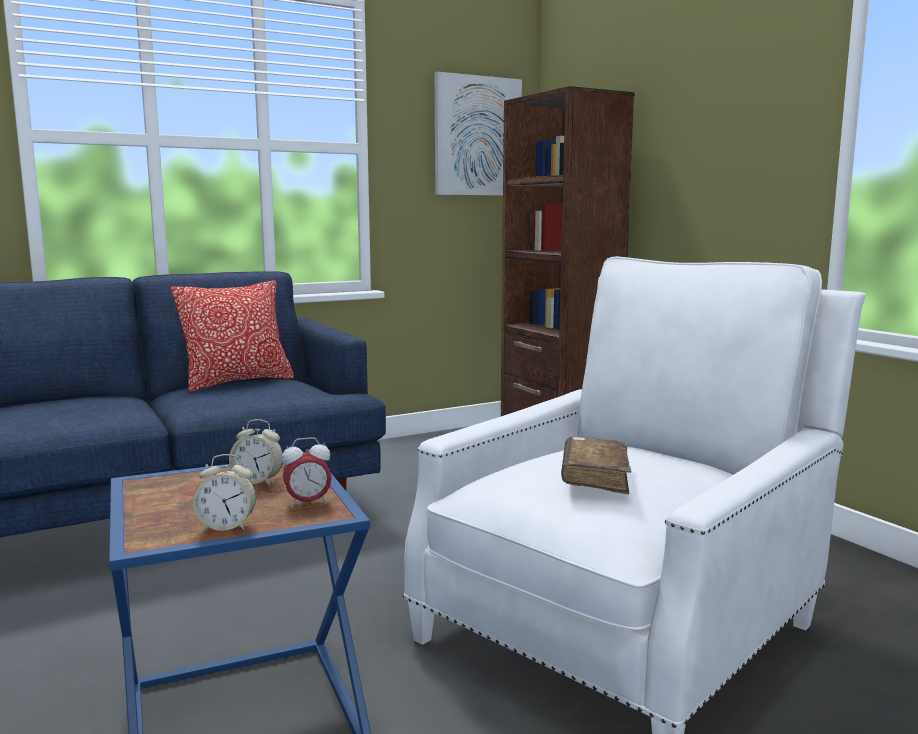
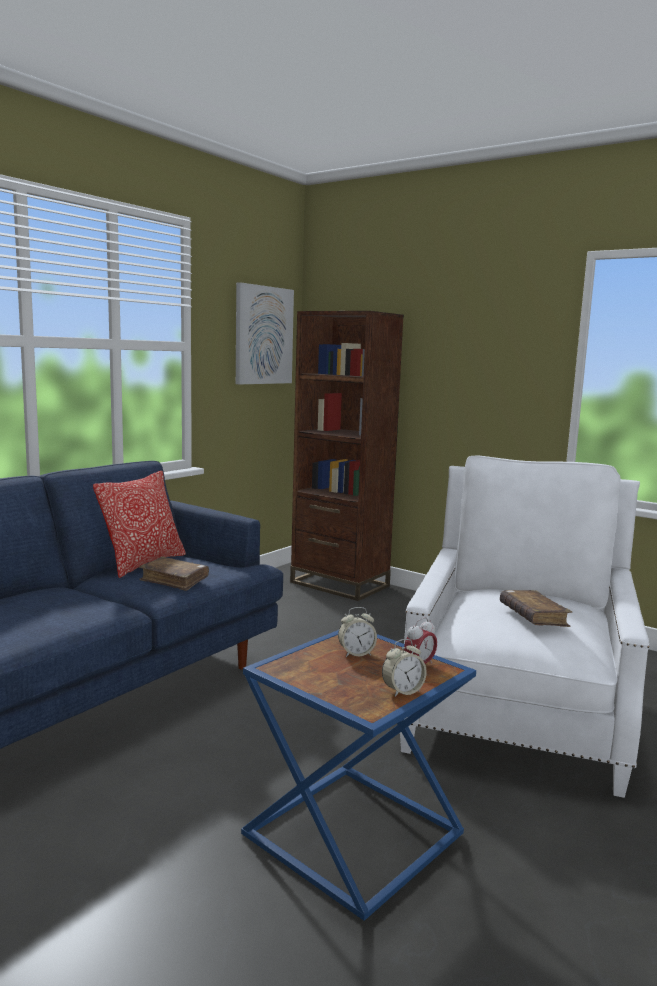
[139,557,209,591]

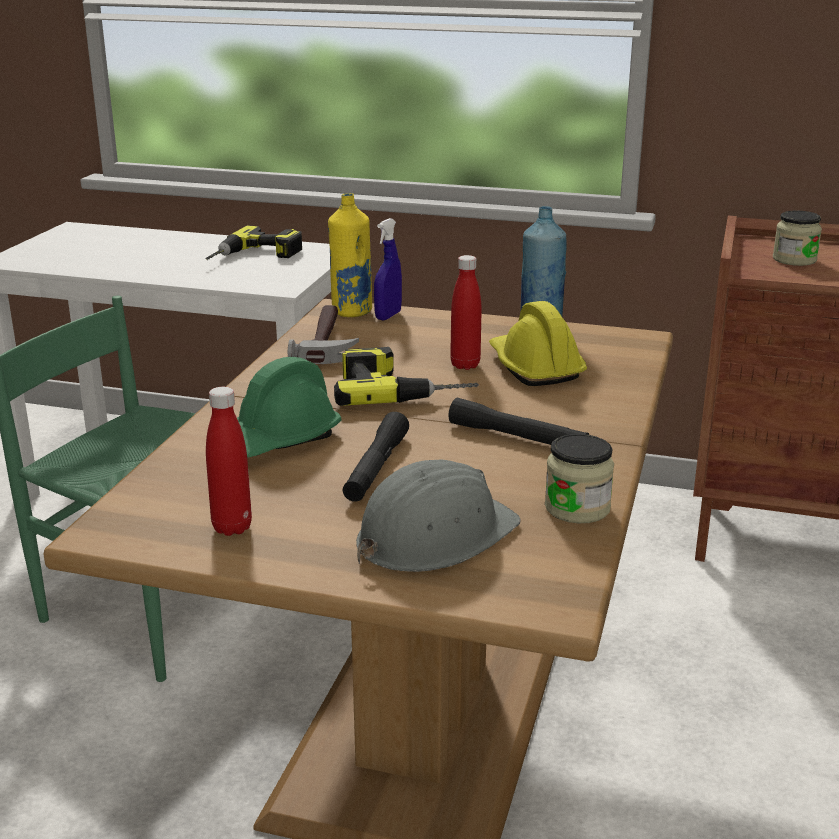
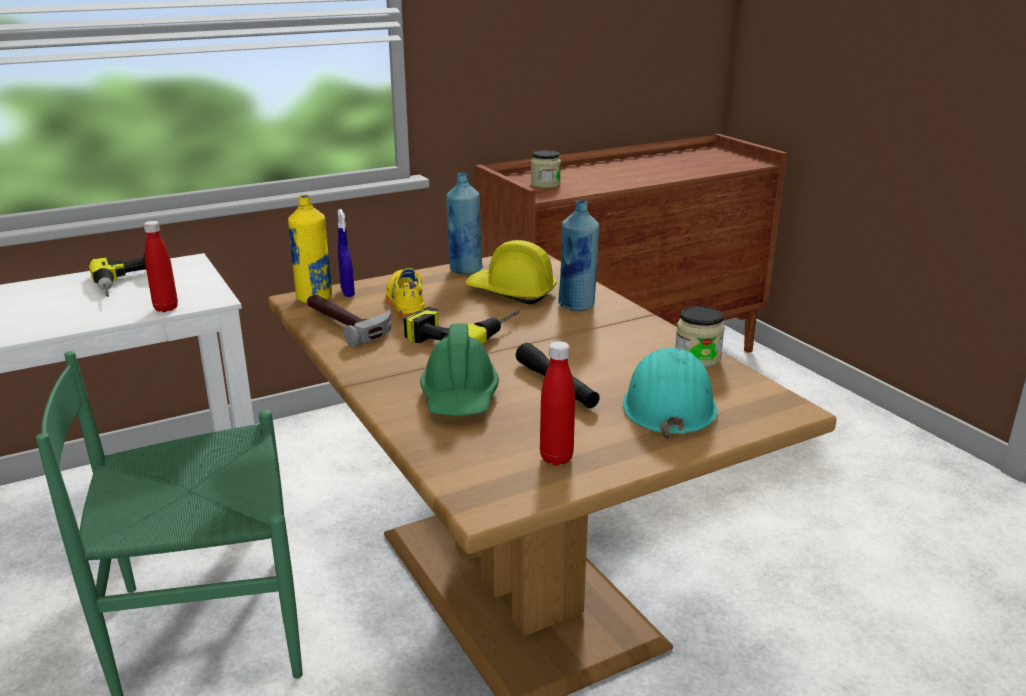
[623,347,717,439]
[448,398,589,445] (first image)
[144,221,178,312]
[385,268,425,319]
[558,200,599,311]

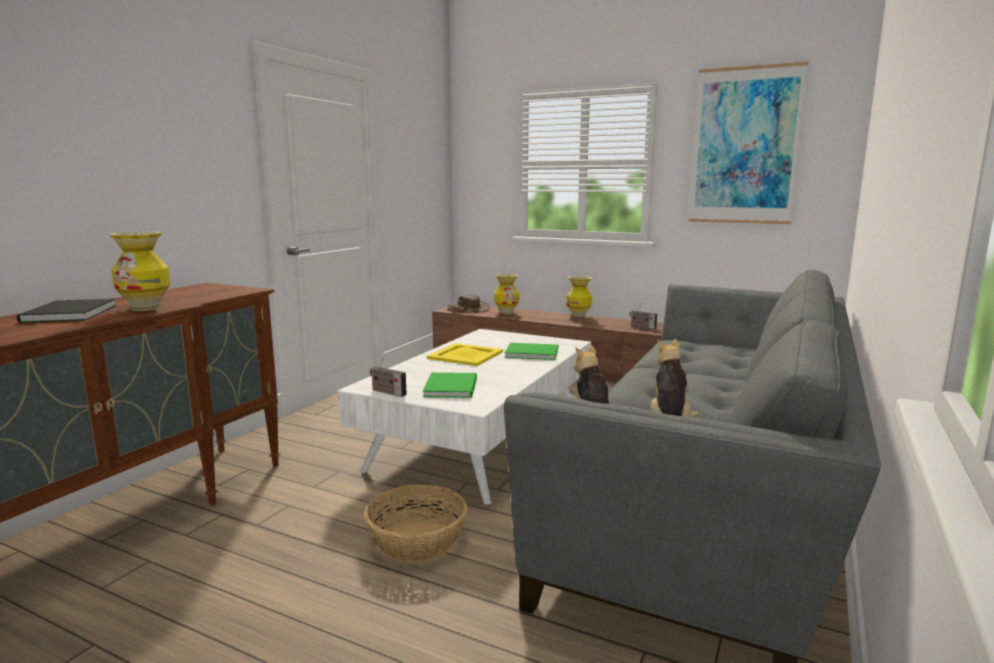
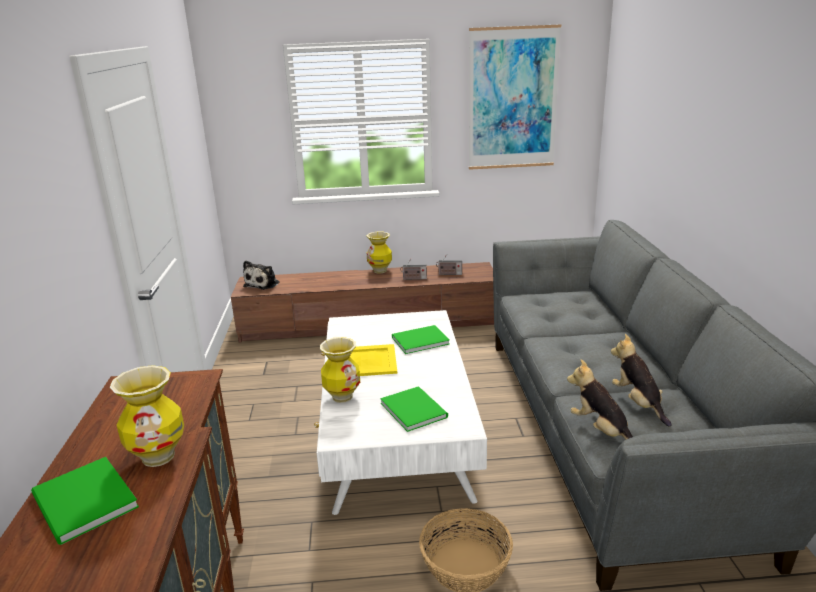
[31,457,139,545]
[400,259,427,280]
[243,261,280,290]
[320,337,360,403]

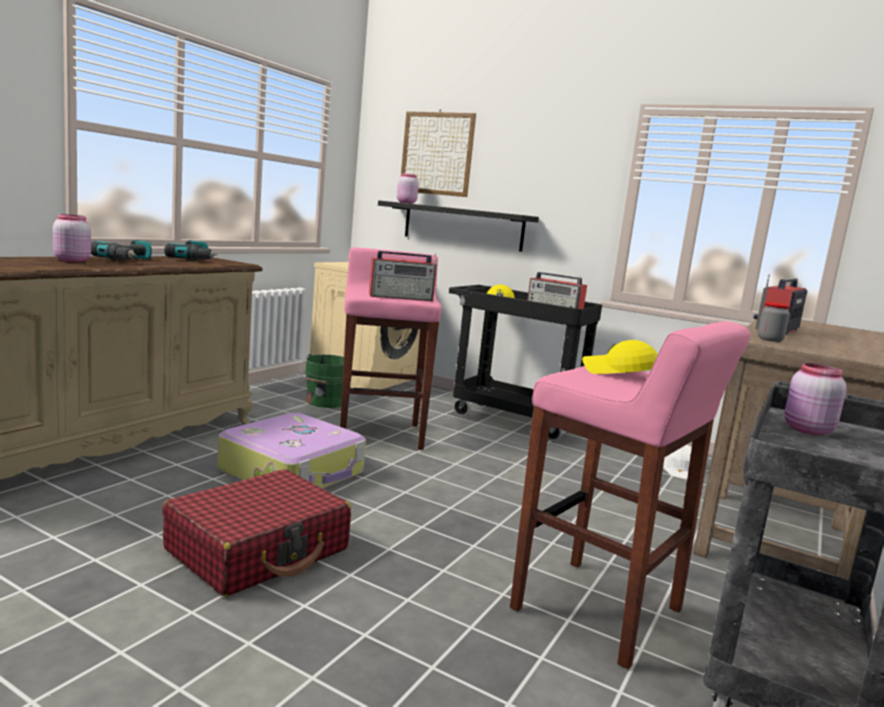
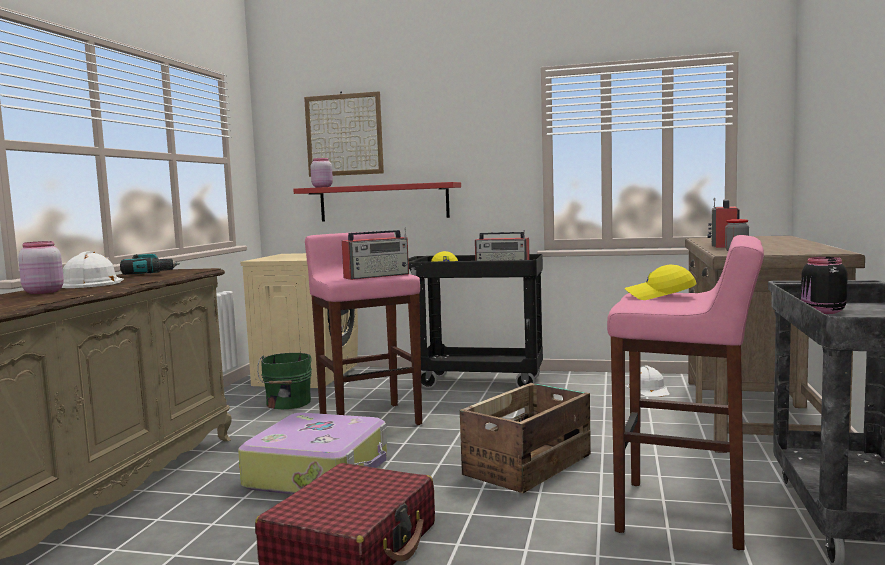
[61,251,124,288]
[293,182,461,222]
[801,257,848,314]
[460,383,591,493]

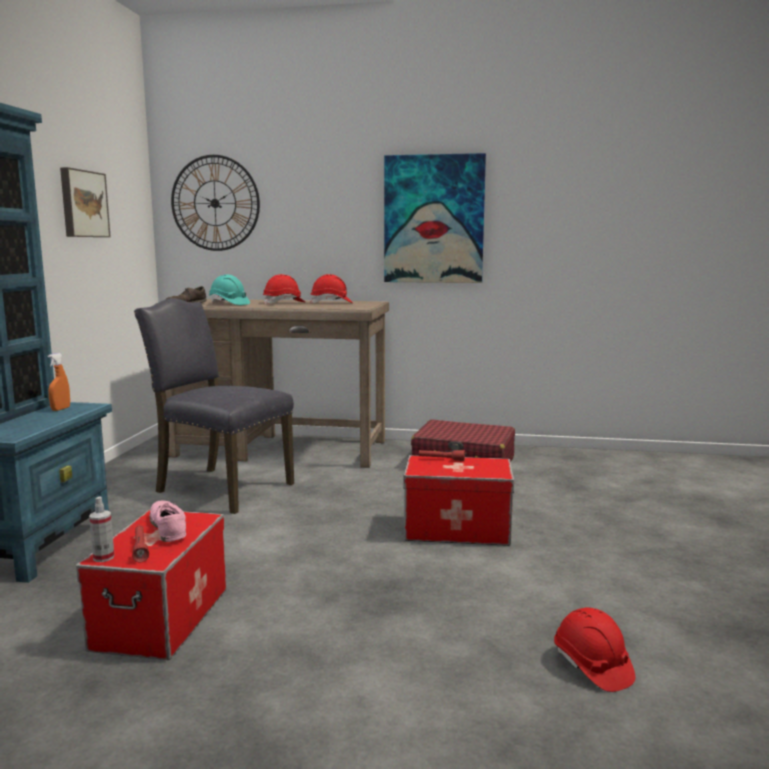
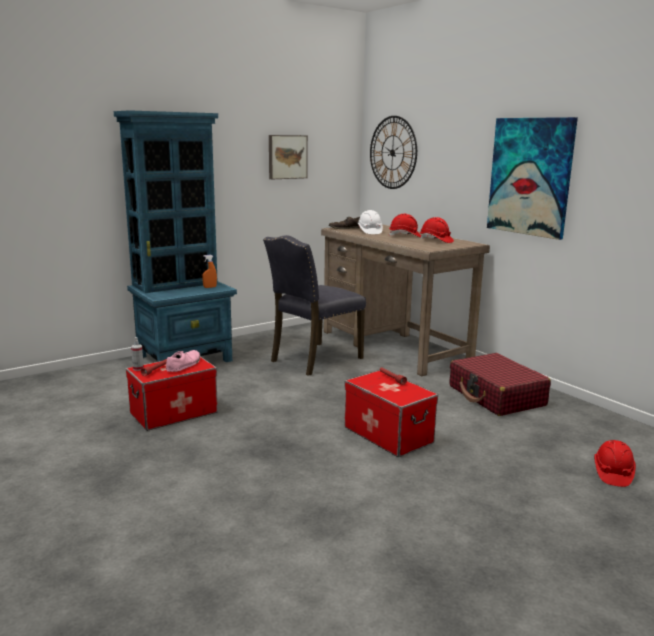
[263,235,366,376]
[357,210,383,234]
[594,440,636,487]

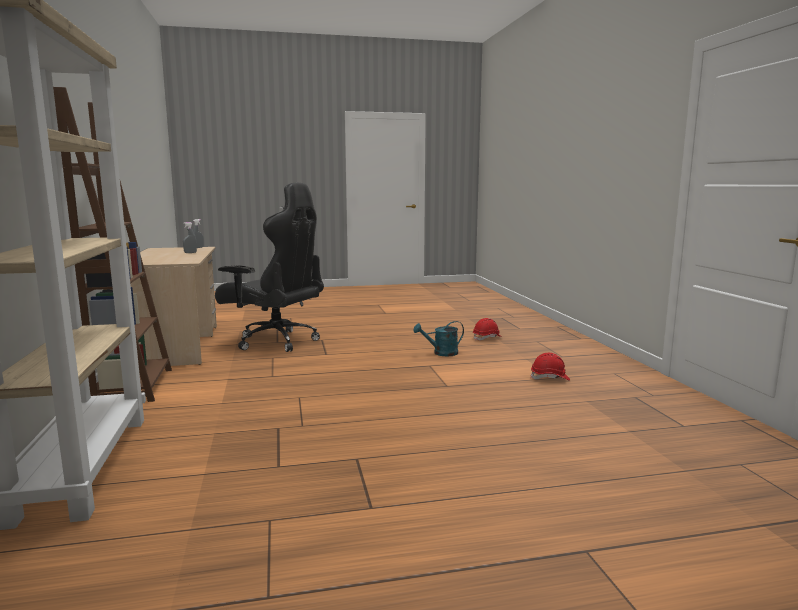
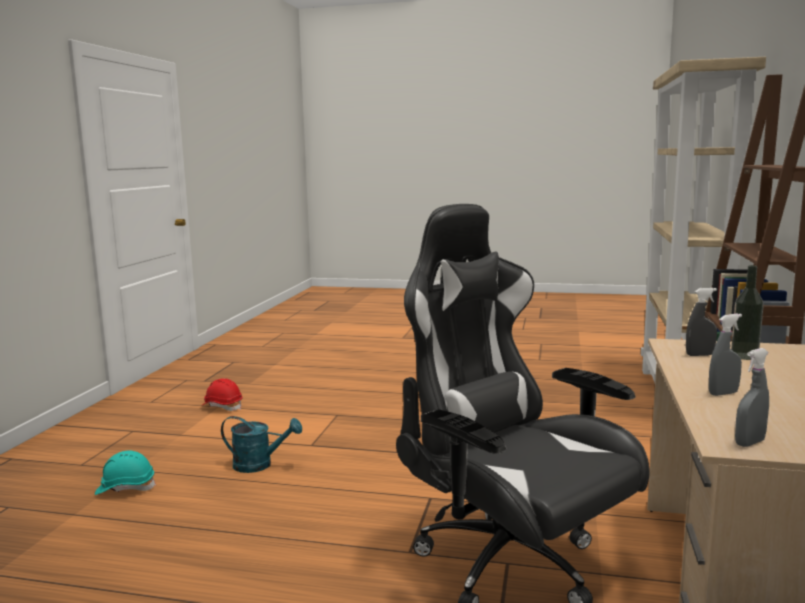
[95,451,156,495]
[686,288,717,356]
[731,265,764,360]

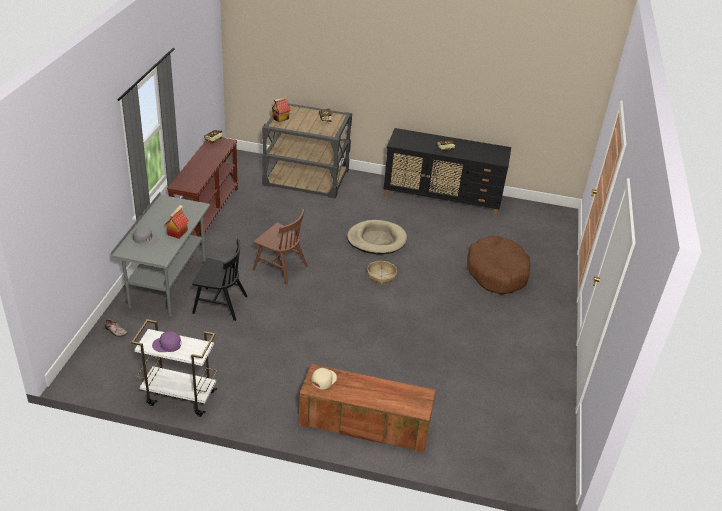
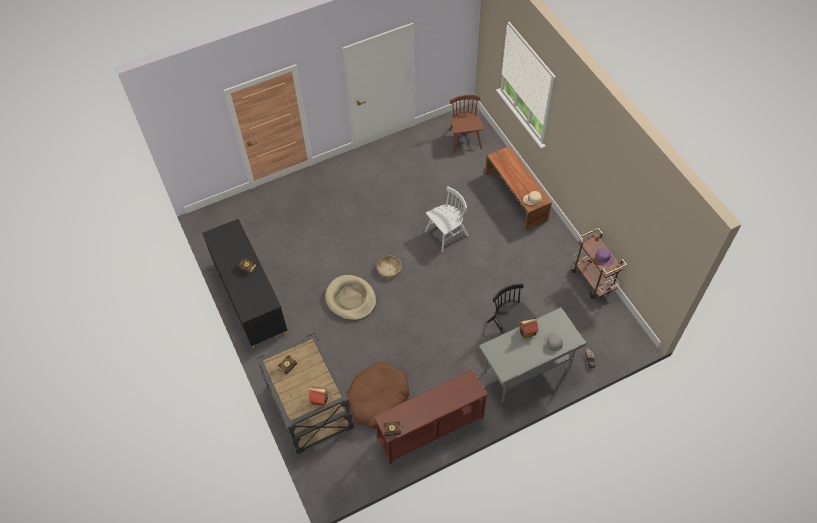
[571,228,627,299]
[449,95,484,153]
[347,362,409,429]
[424,186,469,252]

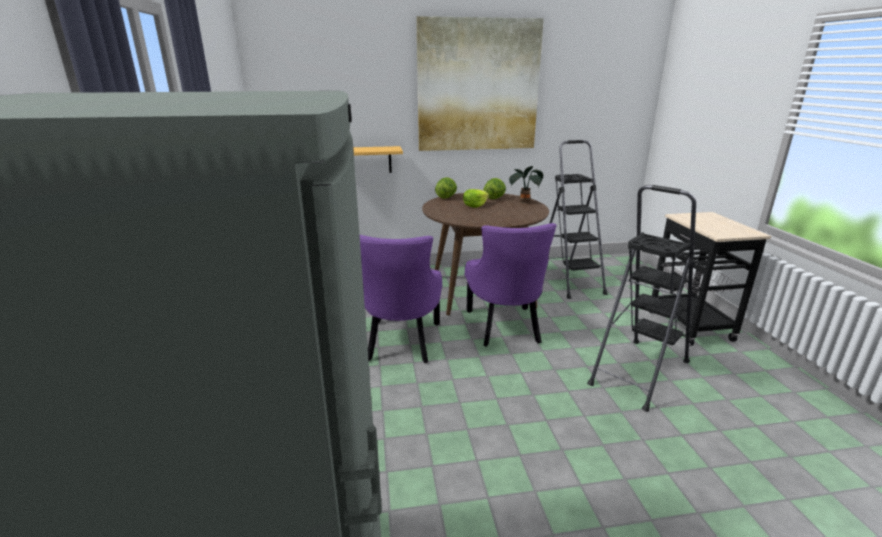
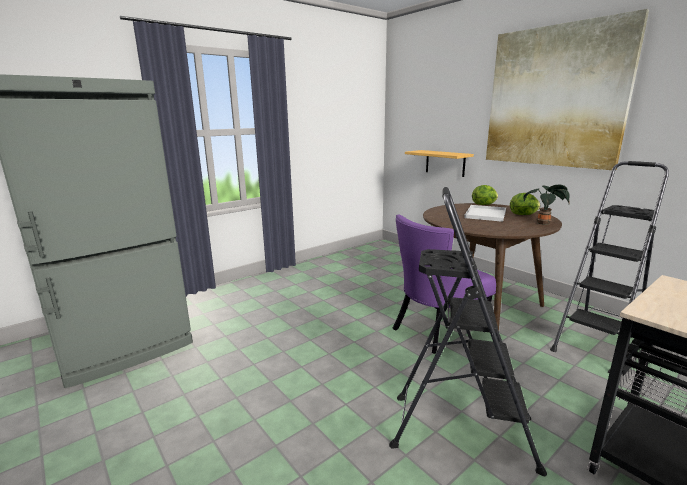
[360,235,443,363] (first image)
[464,205,506,222]

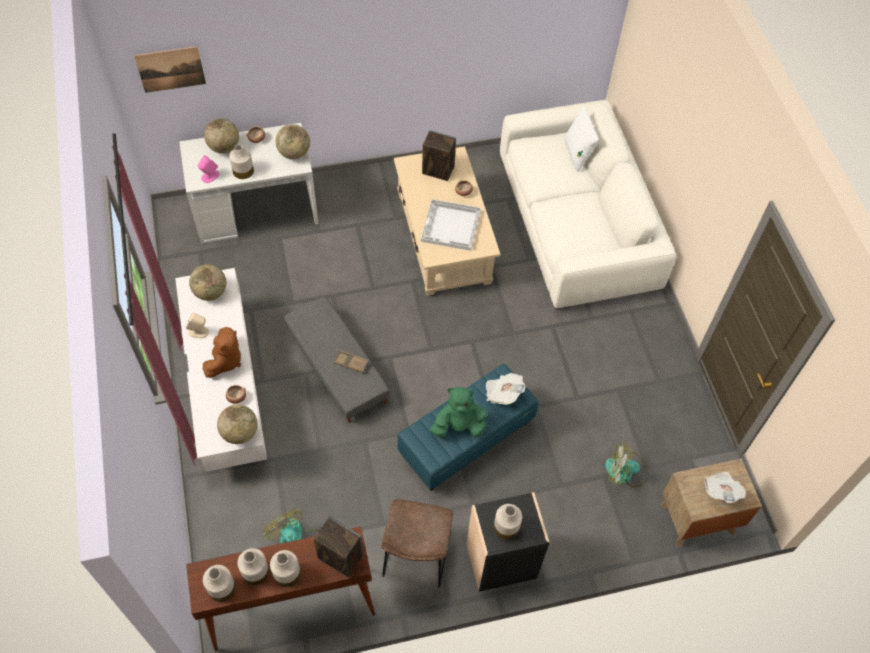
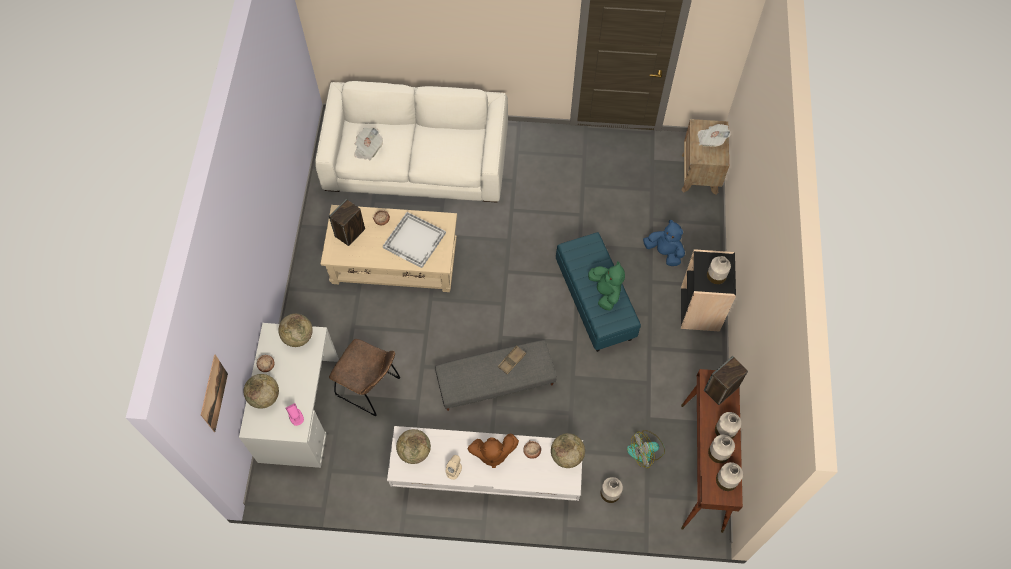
[468,434,519,468]
[601,477,623,503]
[329,339,400,416]
[588,261,625,310]
[354,127,383,160]
[564,105,599,172] (first image)
[605,443,647,487] (first image)
[643,220,685,266]

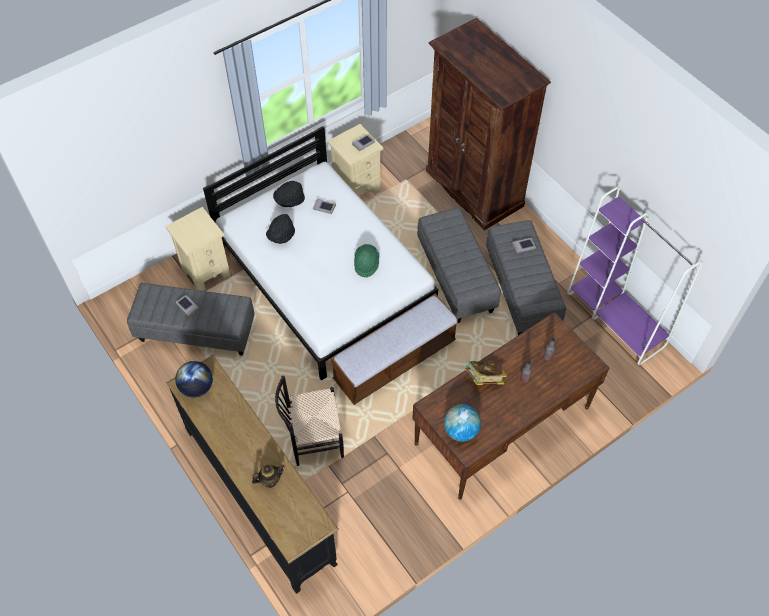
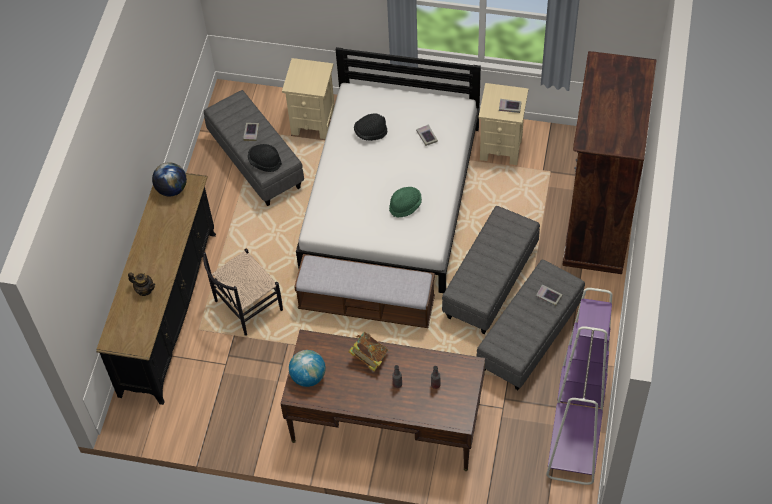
[248,144,282,172]
[203,248,283,336]

